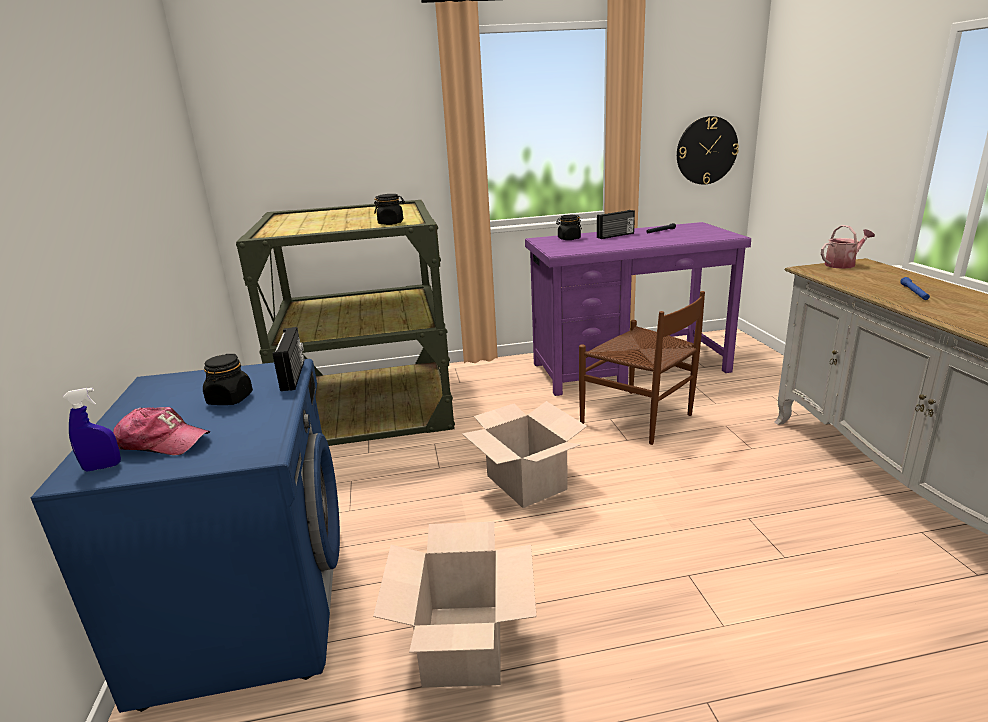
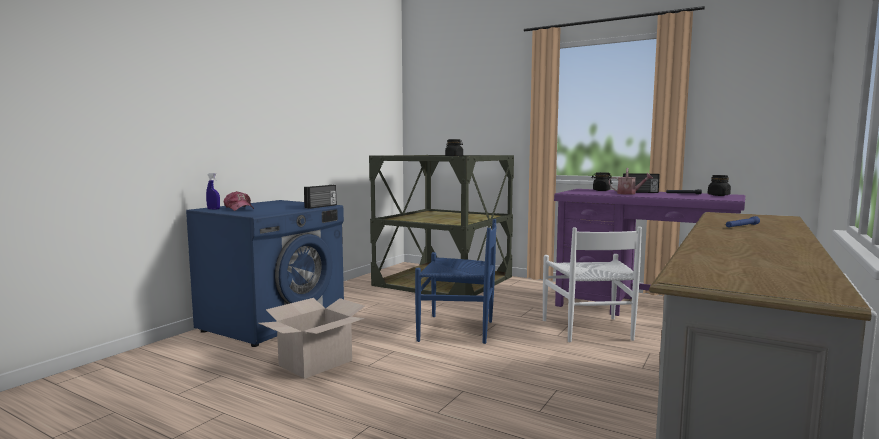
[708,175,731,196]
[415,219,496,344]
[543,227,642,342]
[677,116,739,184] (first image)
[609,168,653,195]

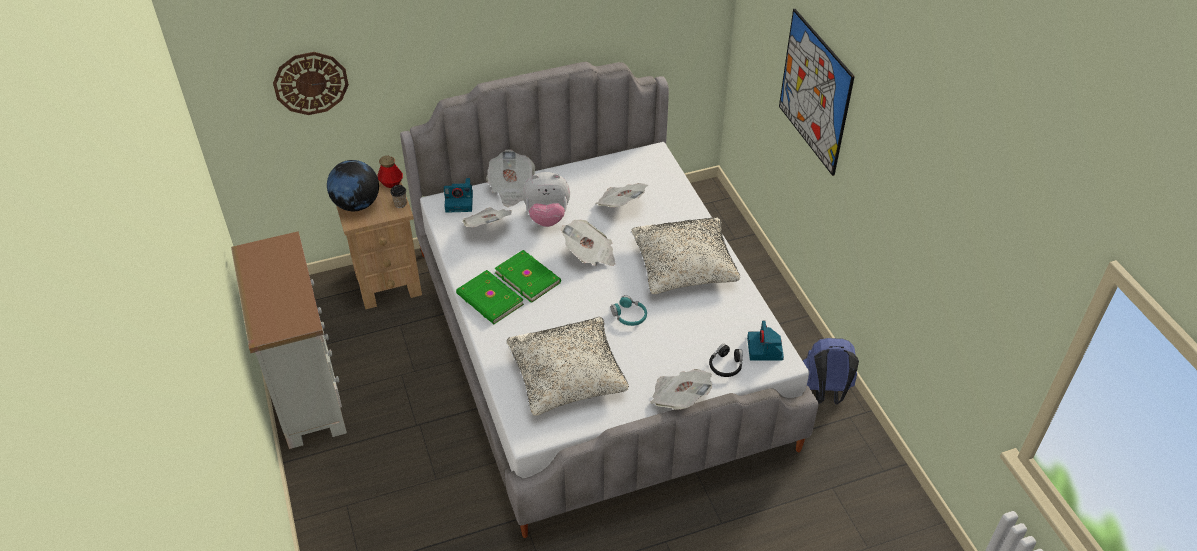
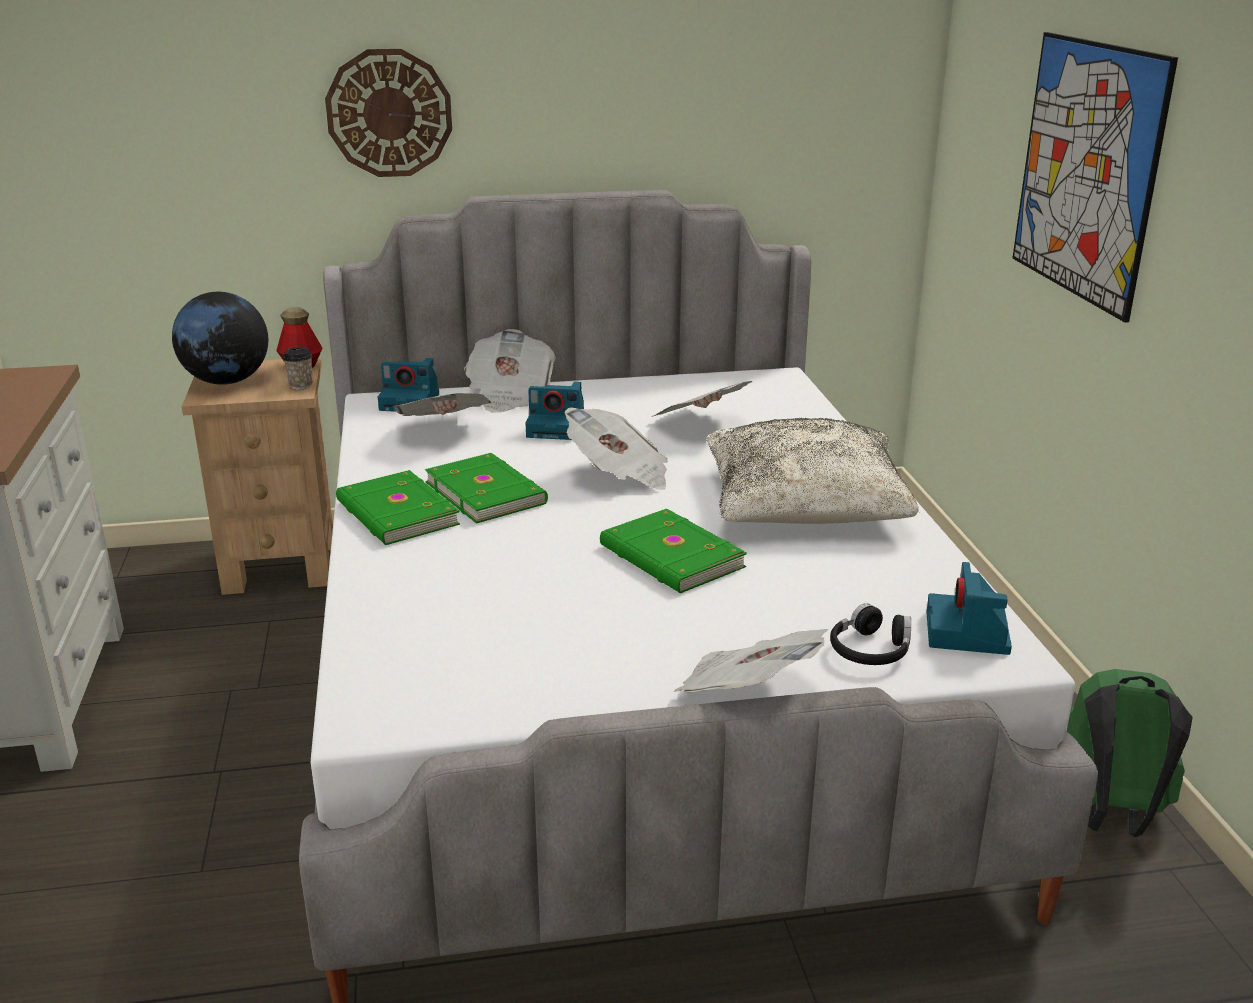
[325,49,452,177]
[506,317,629,416] (first image)
[525,382,584,440]
[600,509,747,593]
[1067,669,1193,837]

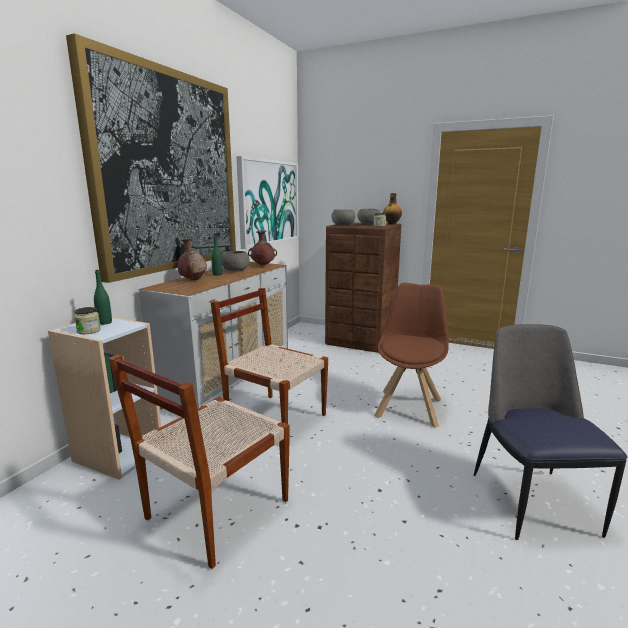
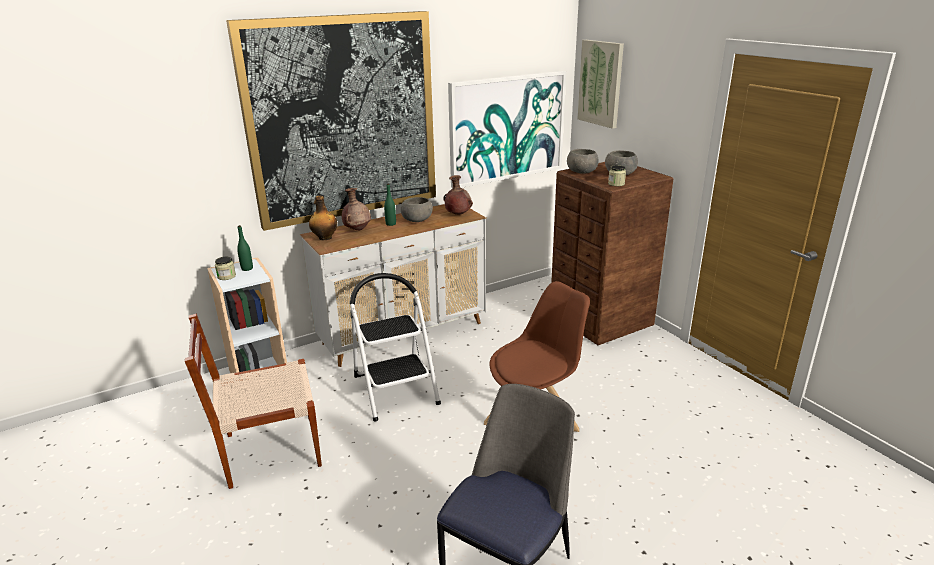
[350,273,441,421]
[309,196,338,240]
[578,40,624,129]

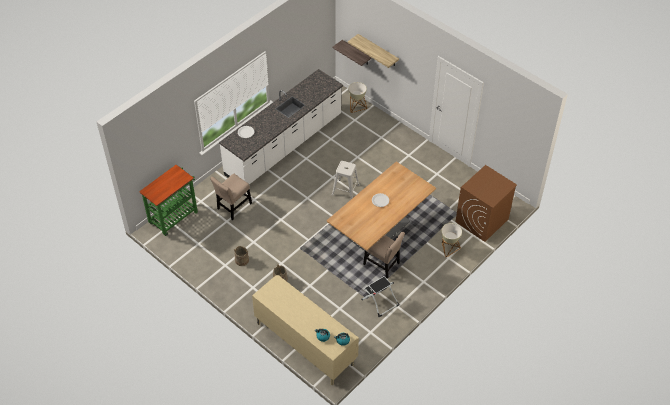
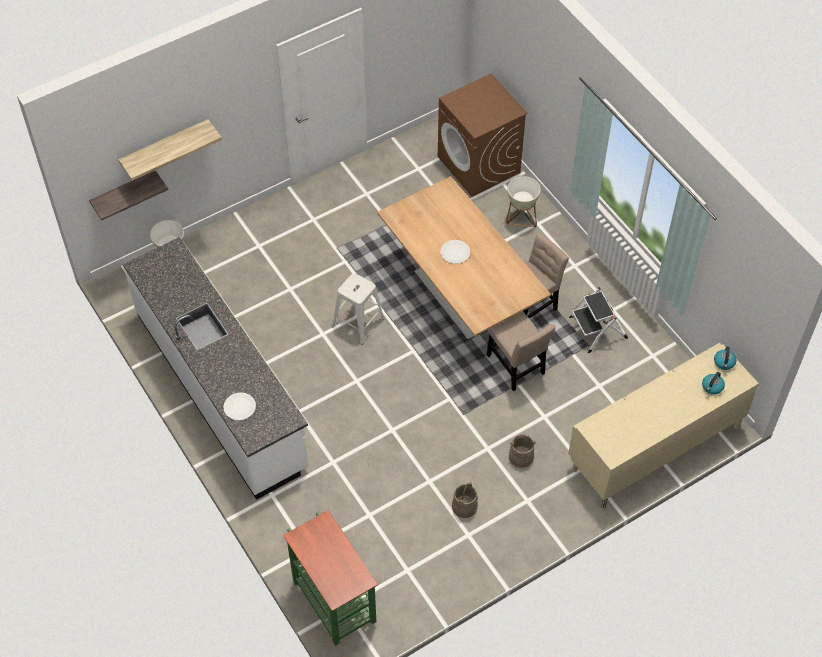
[487,311,555,391]

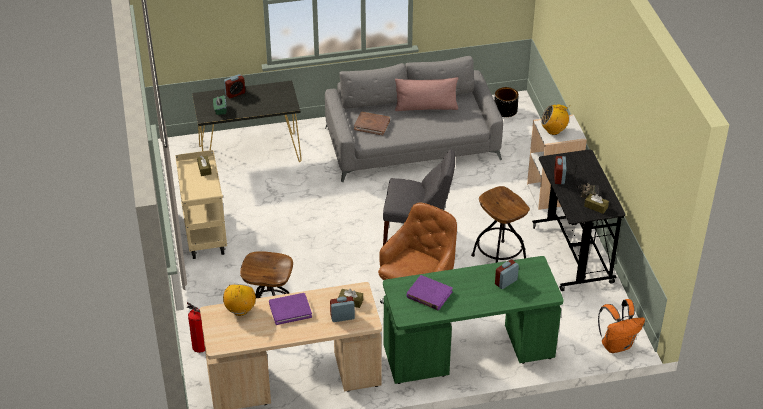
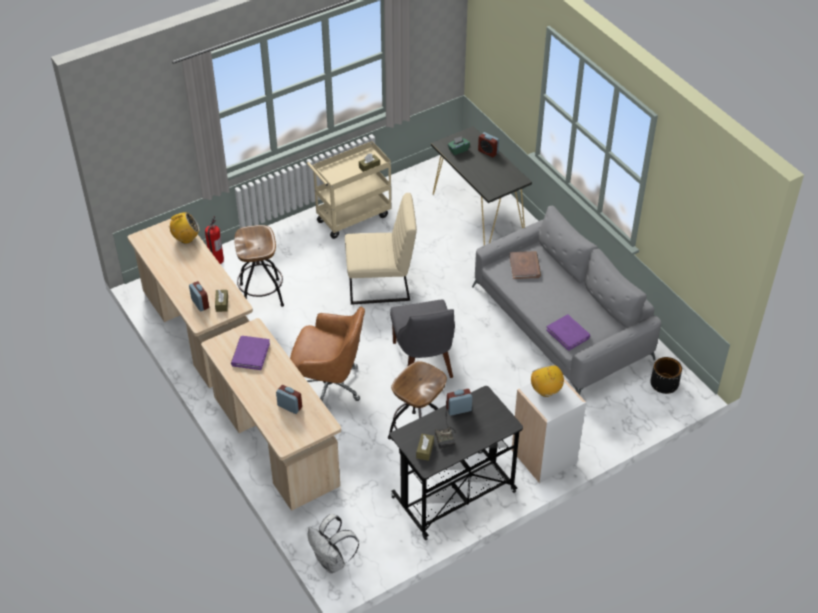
[546,314,590,351]
[201,318,341,511]
[395,77,458,111] (first image)
[308,514,359,573]
[345,193,417,305]

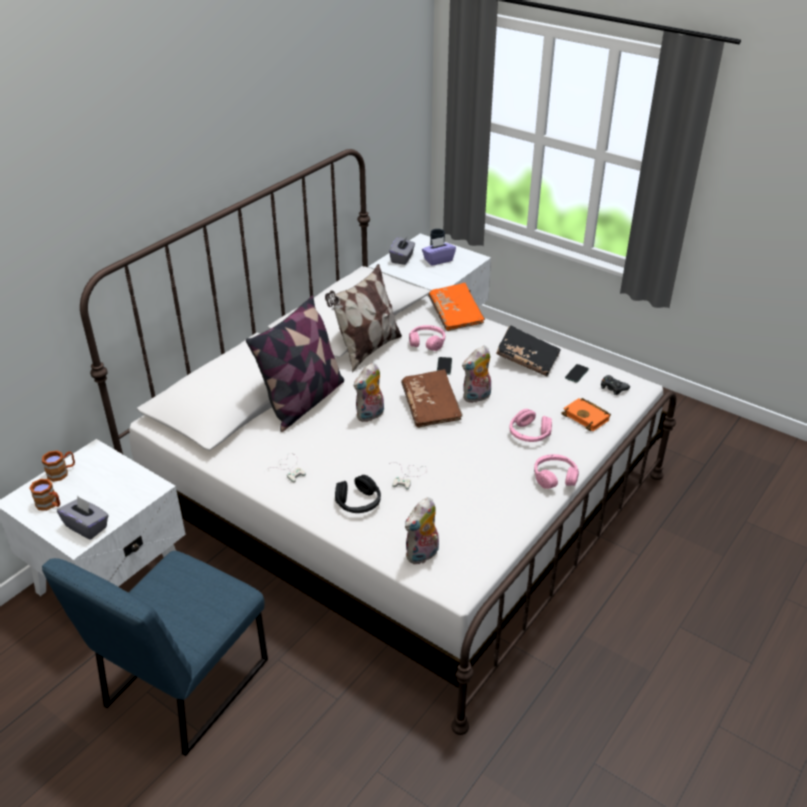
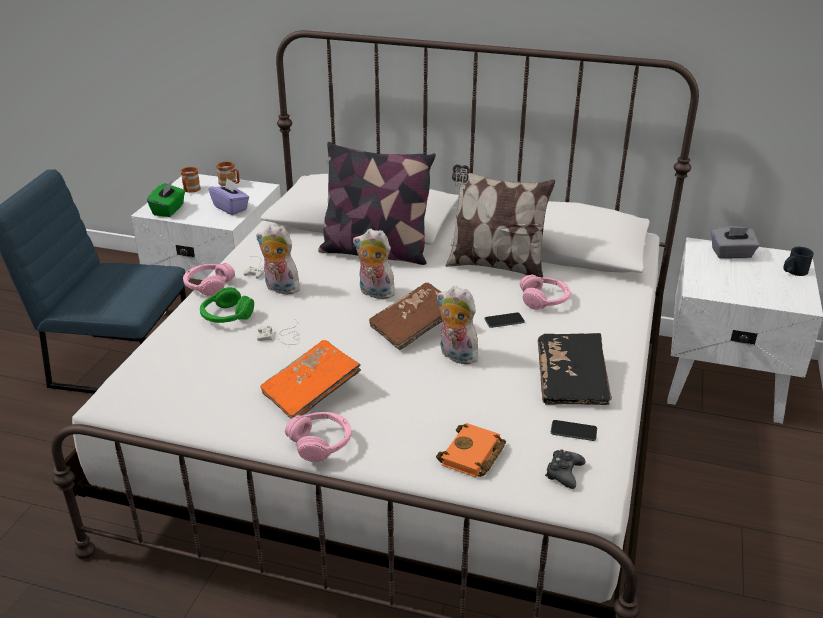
[147,181,185,217]
[200,287,254,323]
[256,224,300,296]
[209,178,249,215]
[260,340,361,419]
[183,263,235,296]

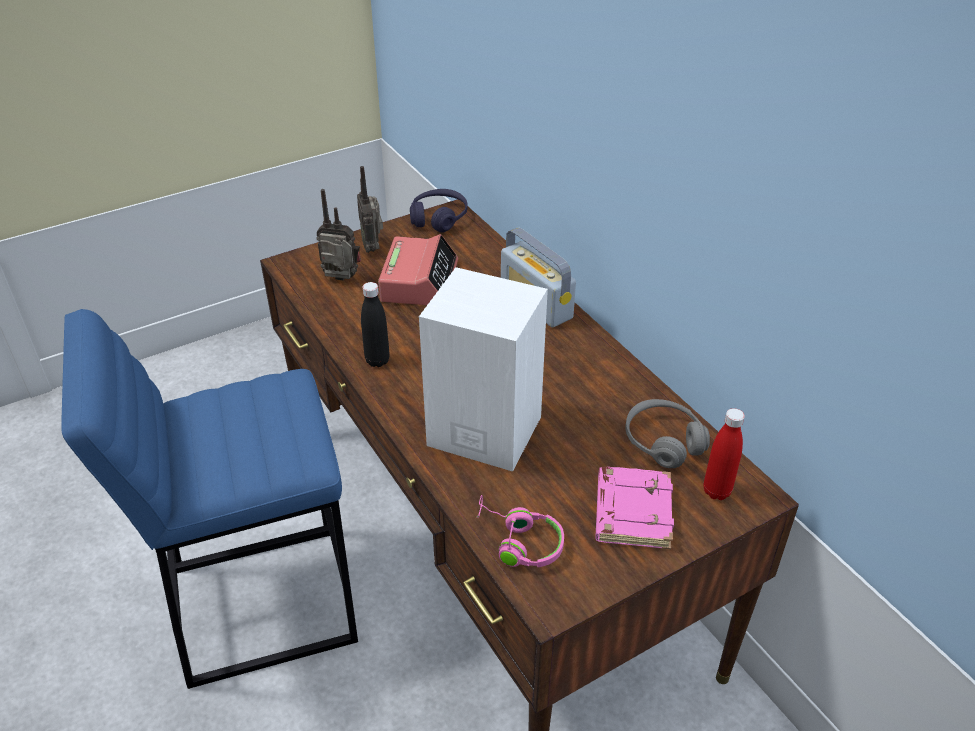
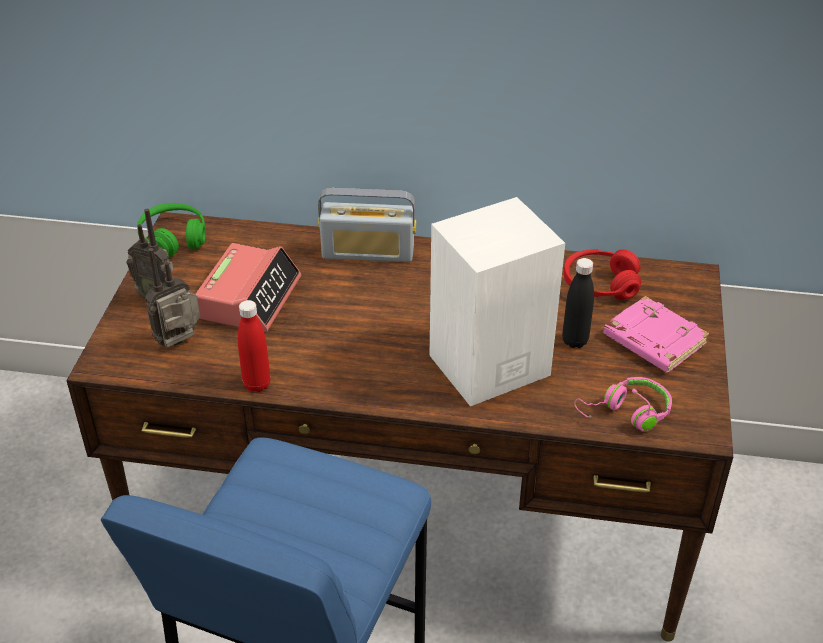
[562,258,594,348]
[196,243,301,332]
[137,203,206,257]
[564,249,641,300]
[238,300,271,392]

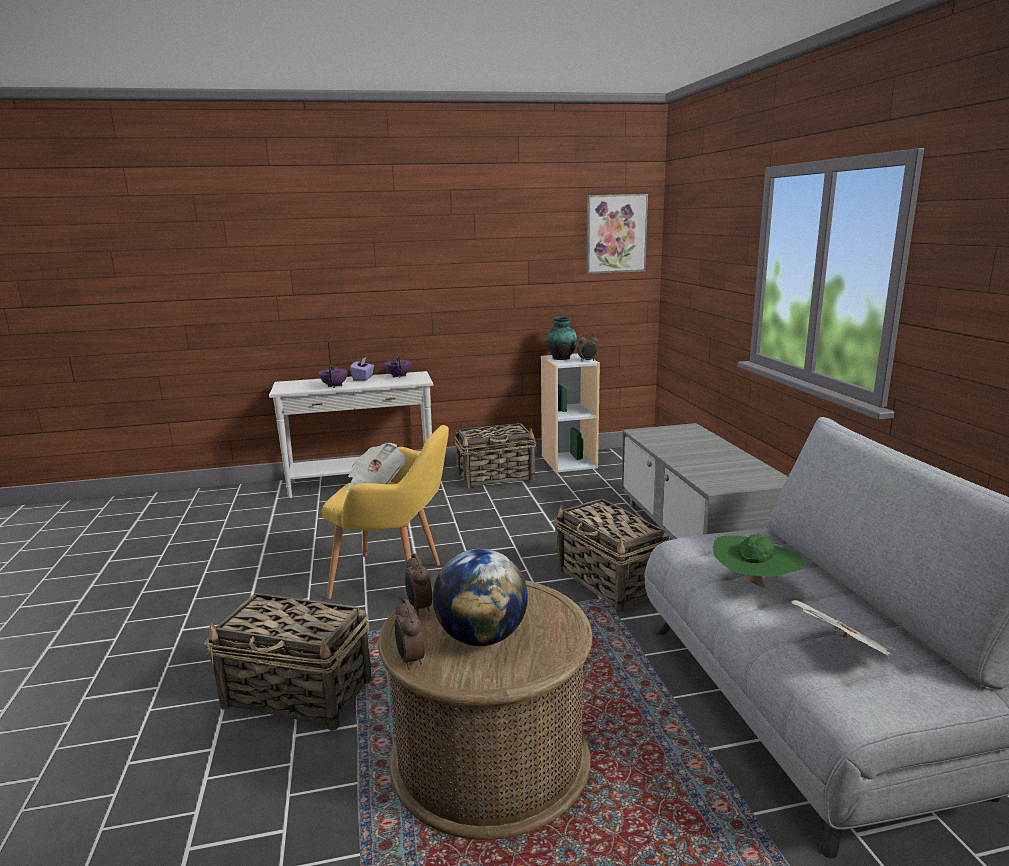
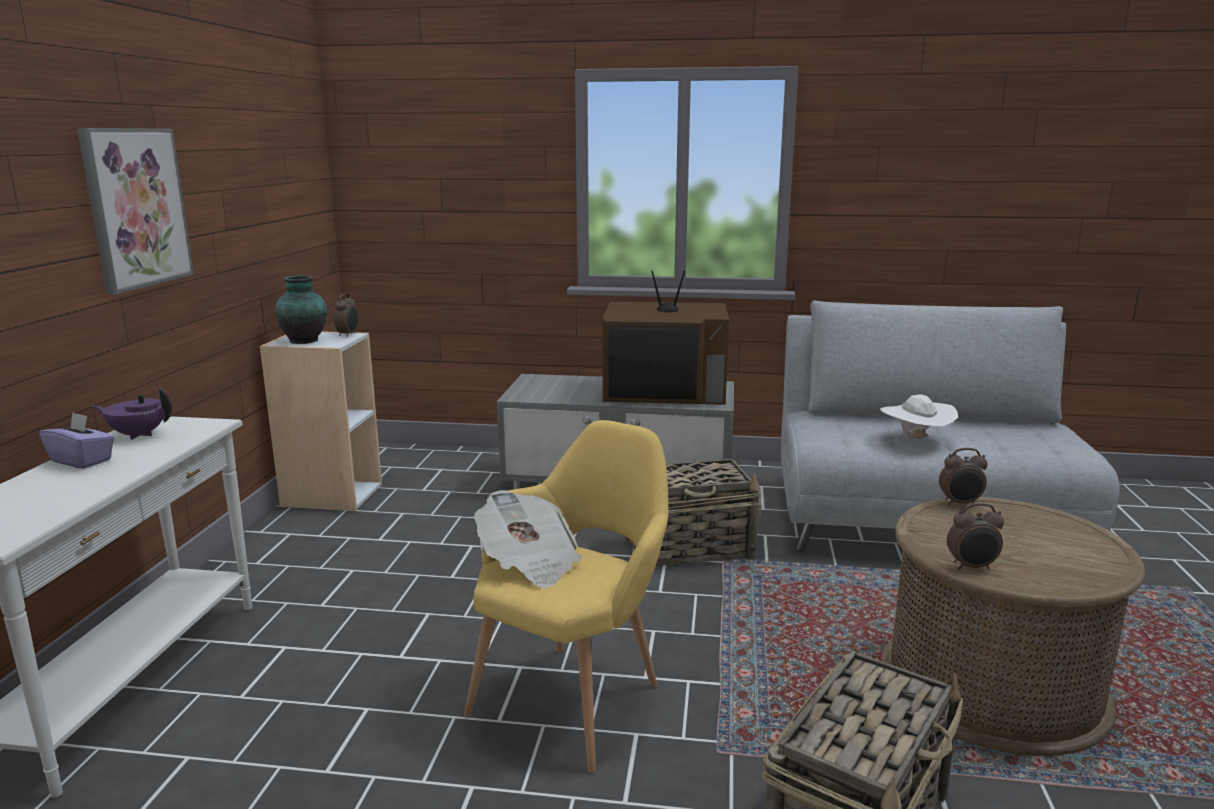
[319,365,348,388] (first image)
[939,448,988,505]
[433,549,528,646] (first image)
[455,423,537,488] (first image)
[77,128,194,295]
[880,394,958,439]
[791,600,896,656] (first image)
[602,271,729,405]

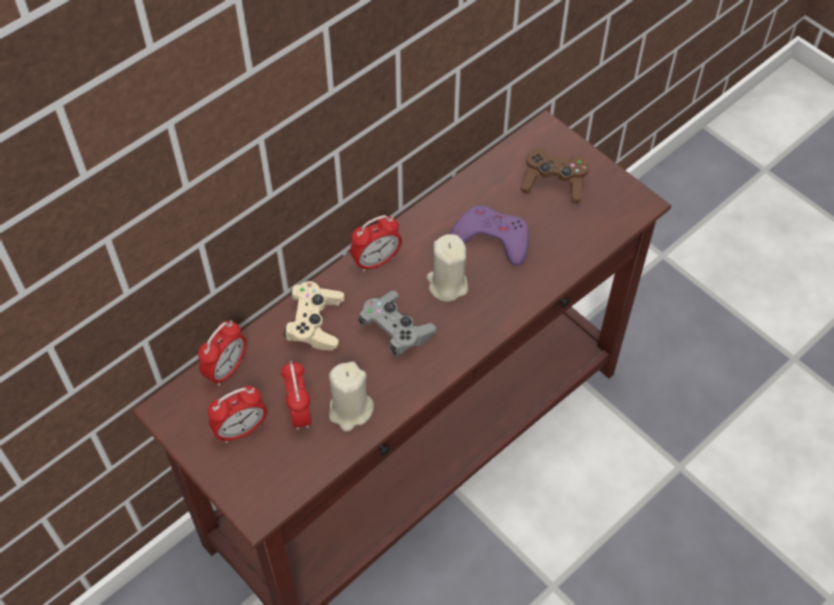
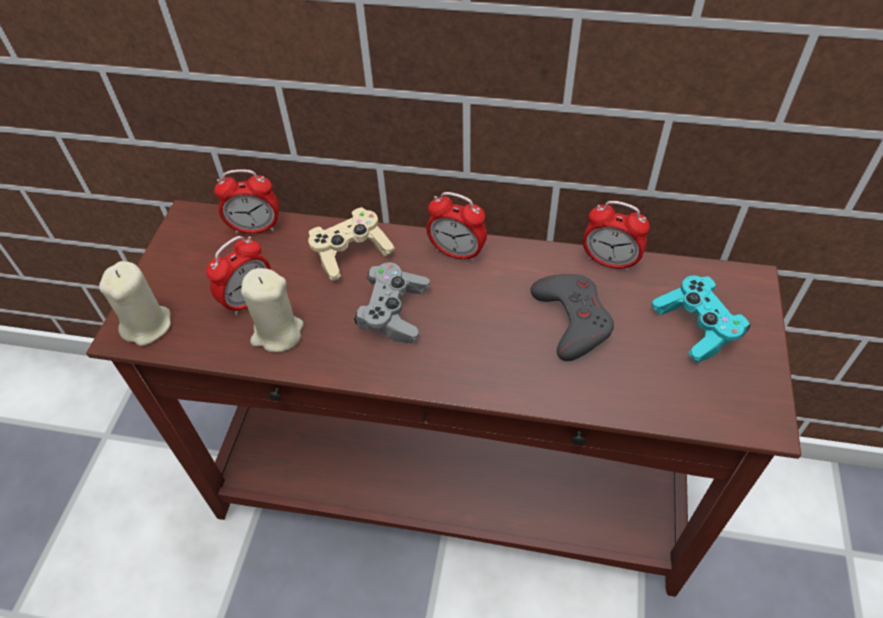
[583,201,650,272]
[99,261,171,346]
[530,274,614,361]
[652,276,750,363]

